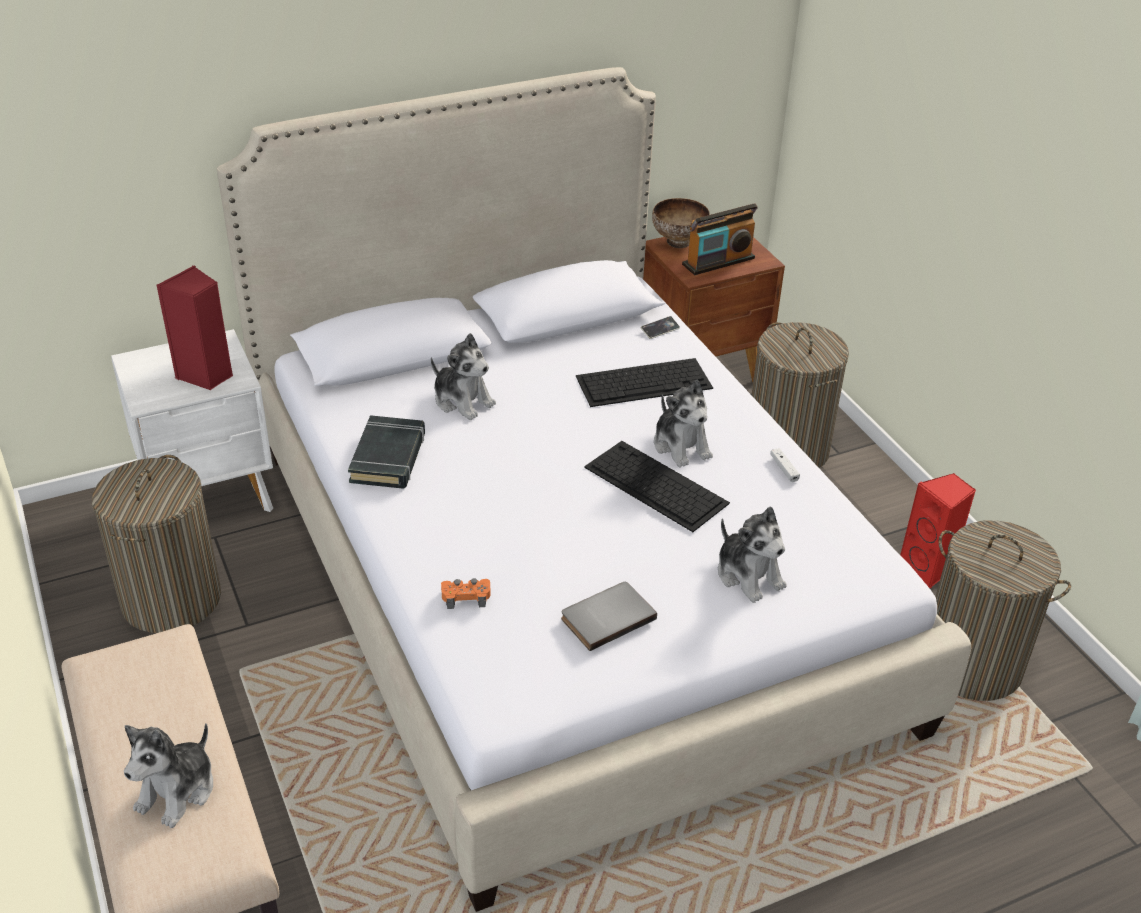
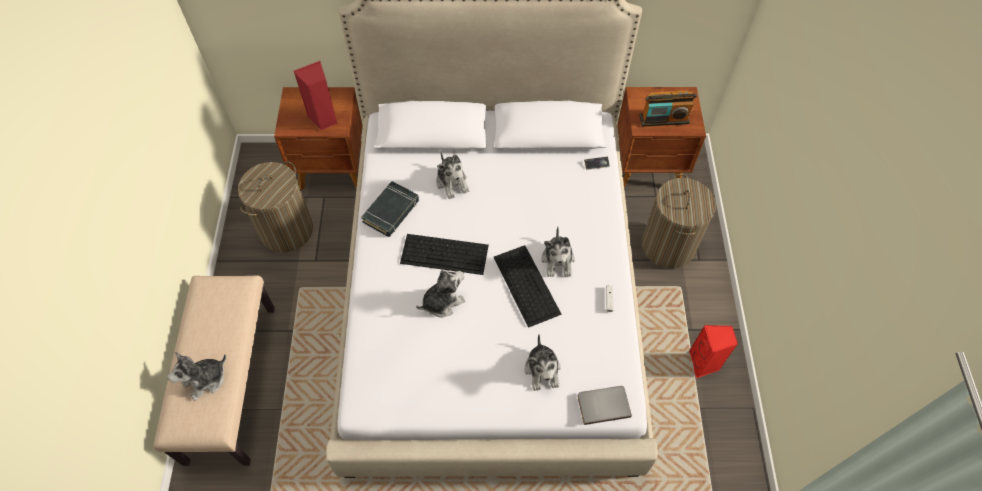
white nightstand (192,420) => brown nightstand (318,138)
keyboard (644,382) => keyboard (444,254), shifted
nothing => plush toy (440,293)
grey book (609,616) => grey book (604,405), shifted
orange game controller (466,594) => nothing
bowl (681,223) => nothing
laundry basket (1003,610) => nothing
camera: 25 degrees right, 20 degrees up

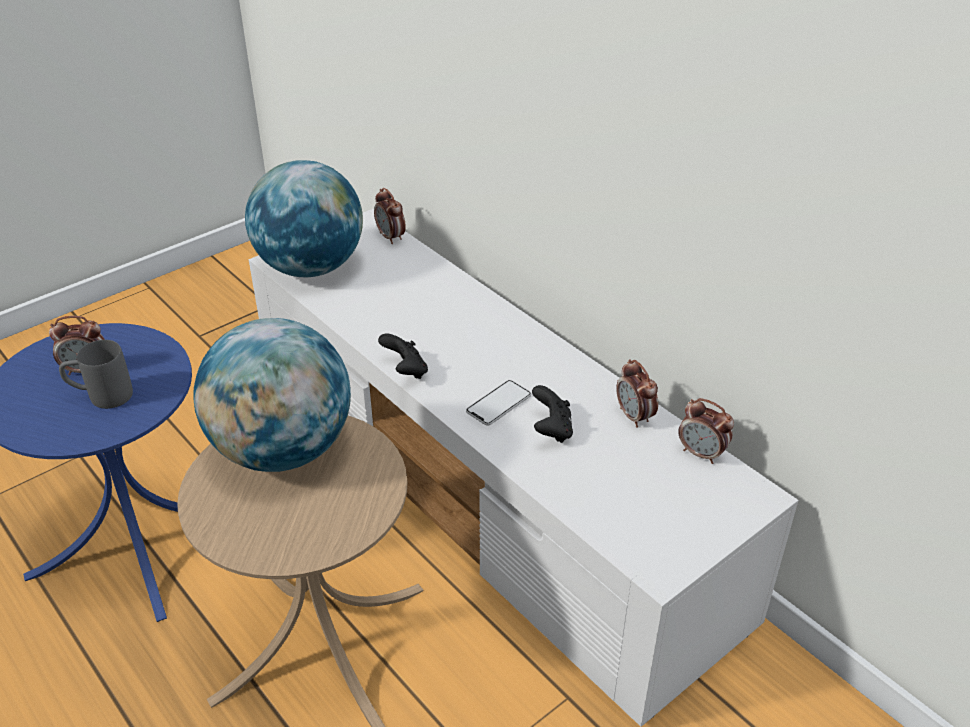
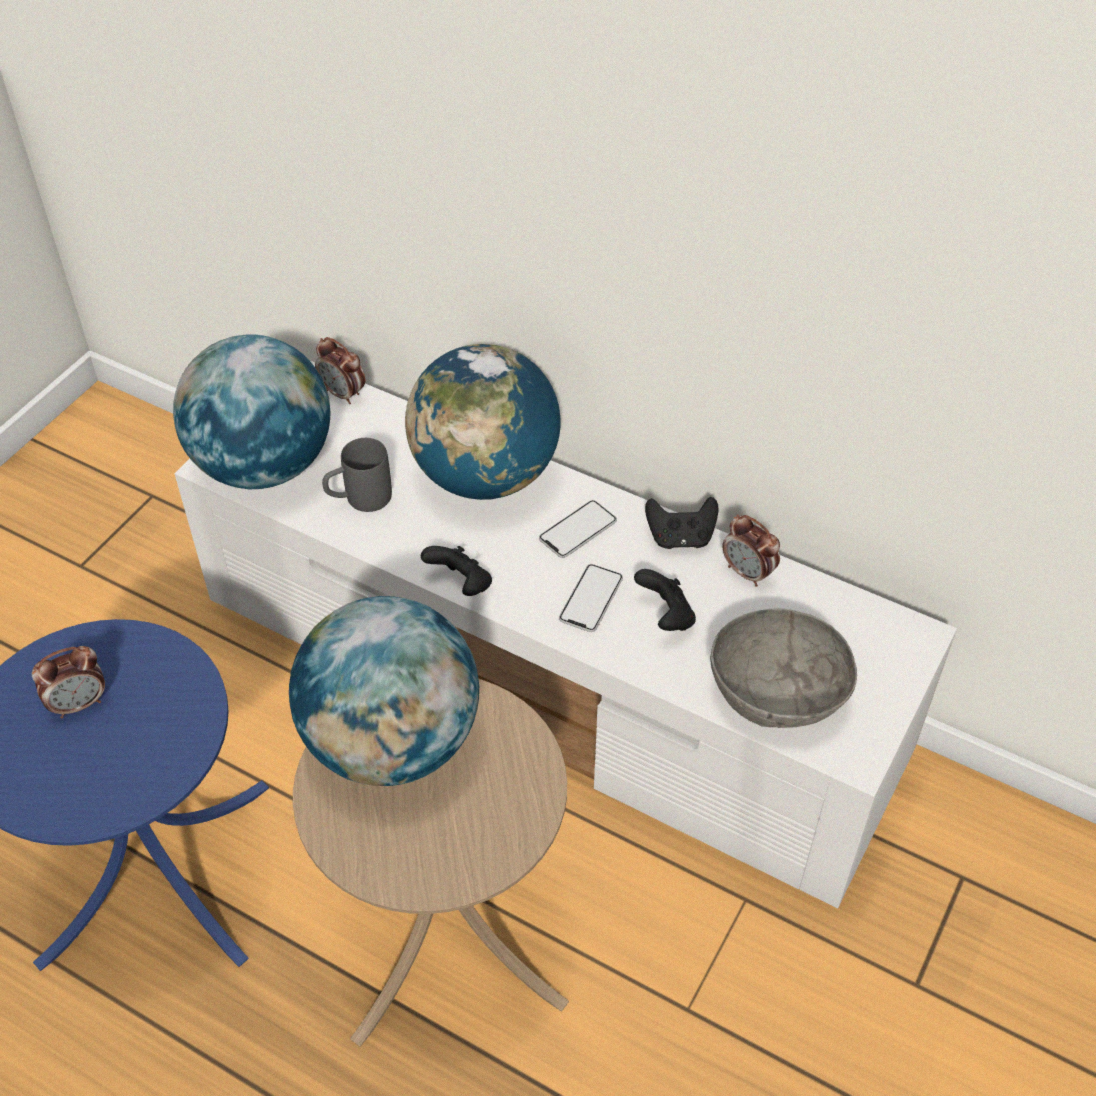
grey mug (96,374) => grey mug (357,475), shifted
nothing => globe (483,422)
nothing => phone (578,529)
nothing => black game controller (682,523)
nothing => grey bowl (783,668)
alarm clock (706,431) => nothing
camera: 20 degrees left, 10 degrees up

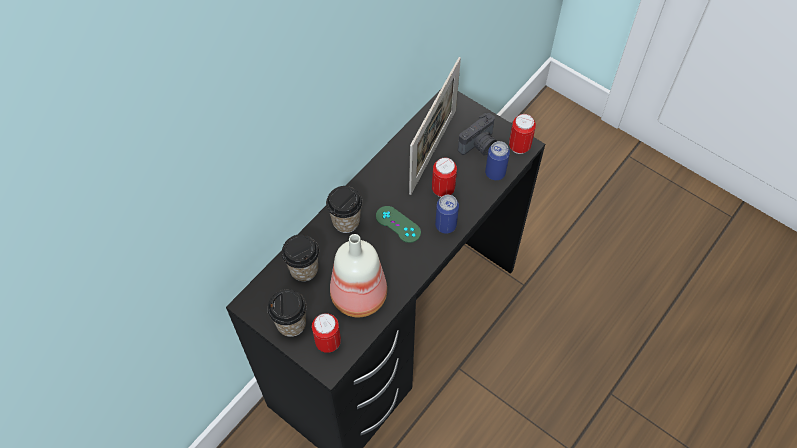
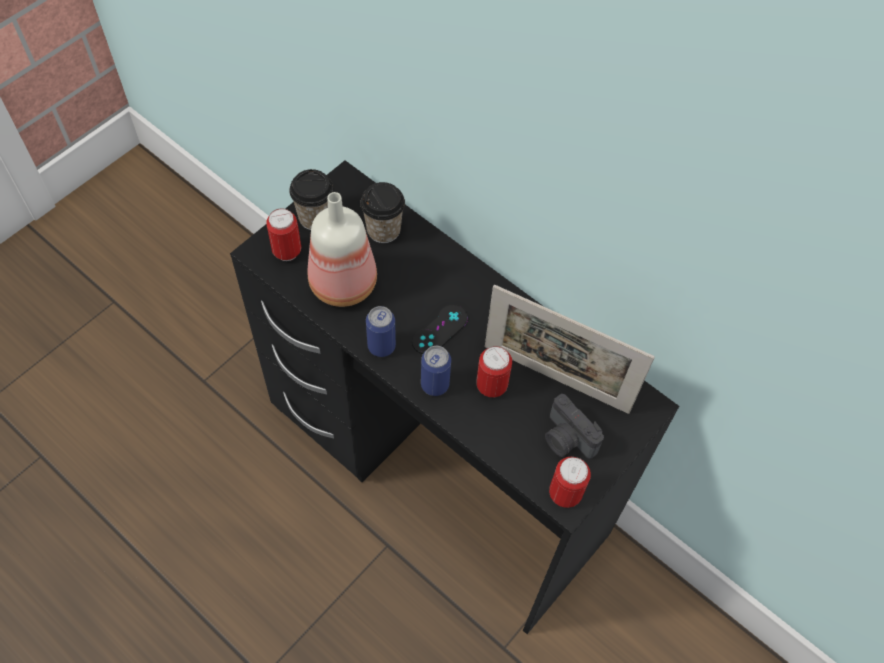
can (497,160) => can (381,331), shifted
green game controller (398,224) => black game controller (440,329)
cup (344,209) => nothing
camera: 90 degrees right, 0 degrees up

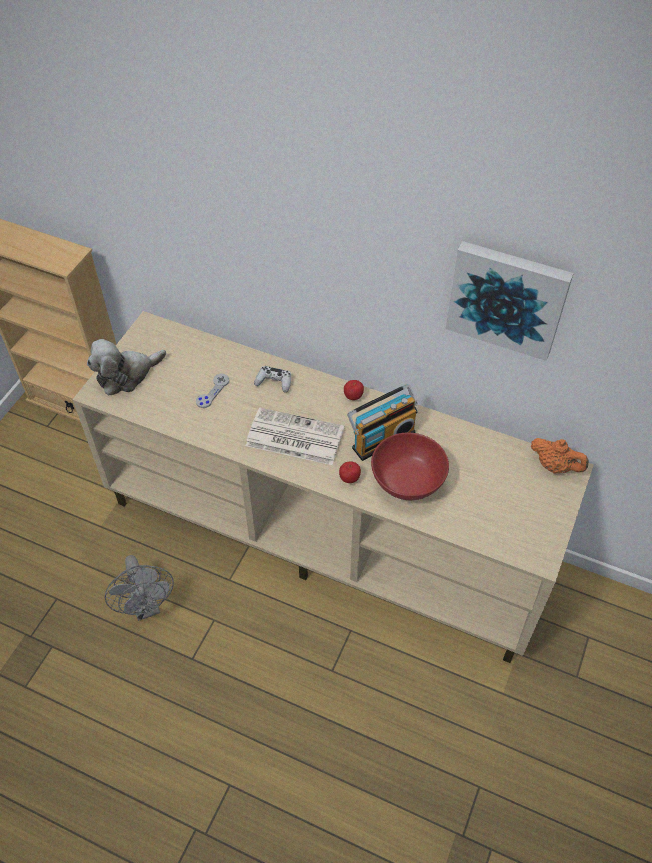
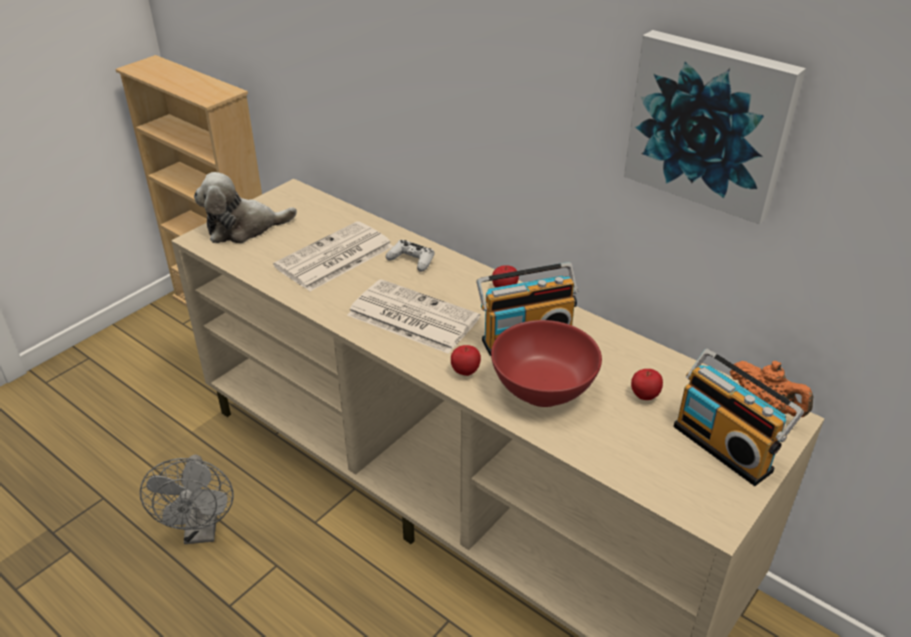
grey game controller (212,391) => newspaper (333,256)
nothing => apple (647,384)
nothing => radio (739,417)
camera: 15 degrees right, 15 degrees down

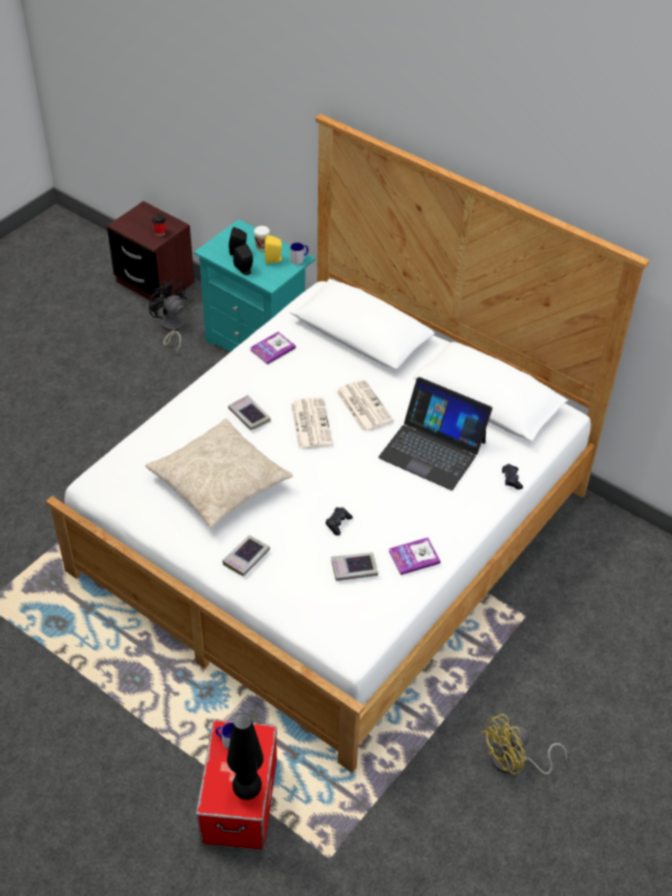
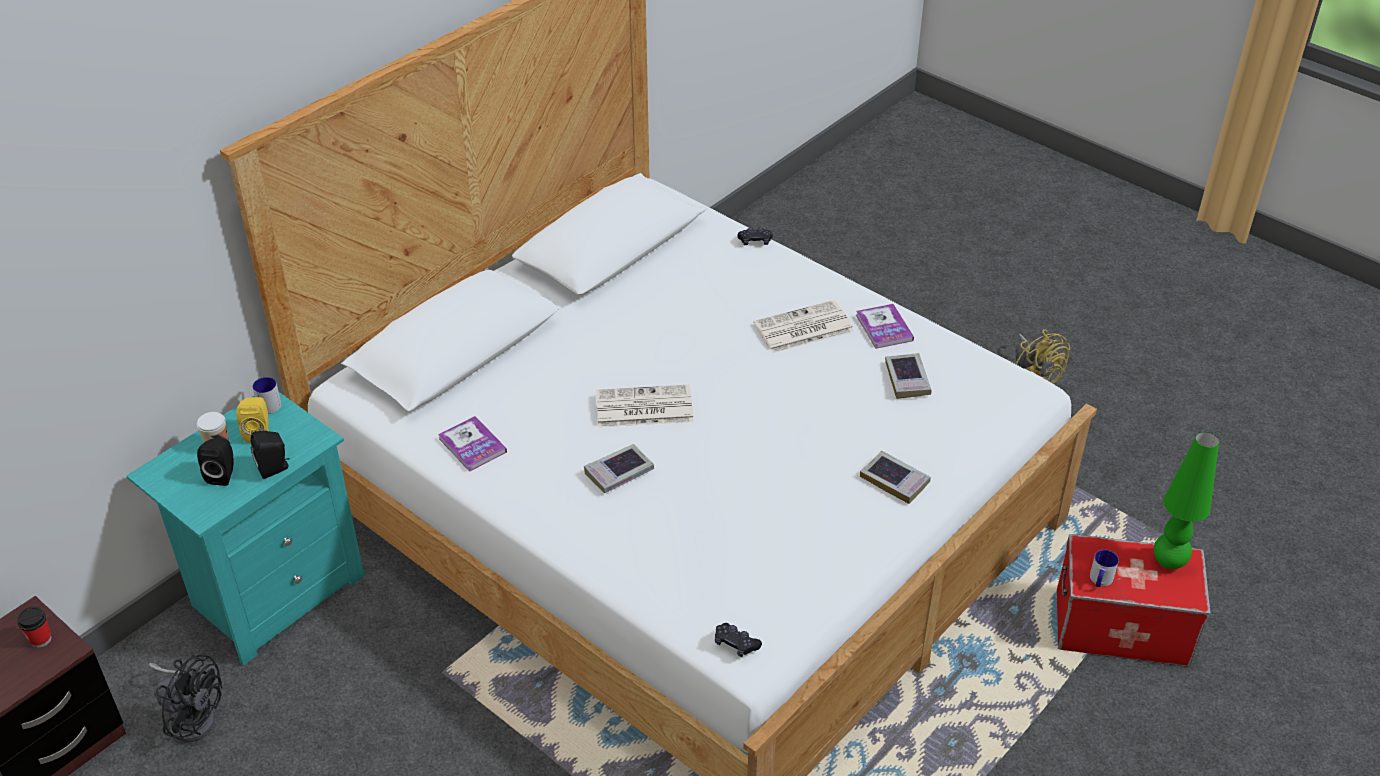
black fan (168,316) => black fan (185,698), 120 degrees counterclockwise
black game controller (339,521) => black game controller (738,640), shifted
newspaper (365,406) => newspaper (803,326), shifted
black table lamp (245,756) => green table lamp (1186,500)
beige pillow (219,473) => nothing
laptop (435,433) => nothing
camera: 85 degrees left, 5 degrees down

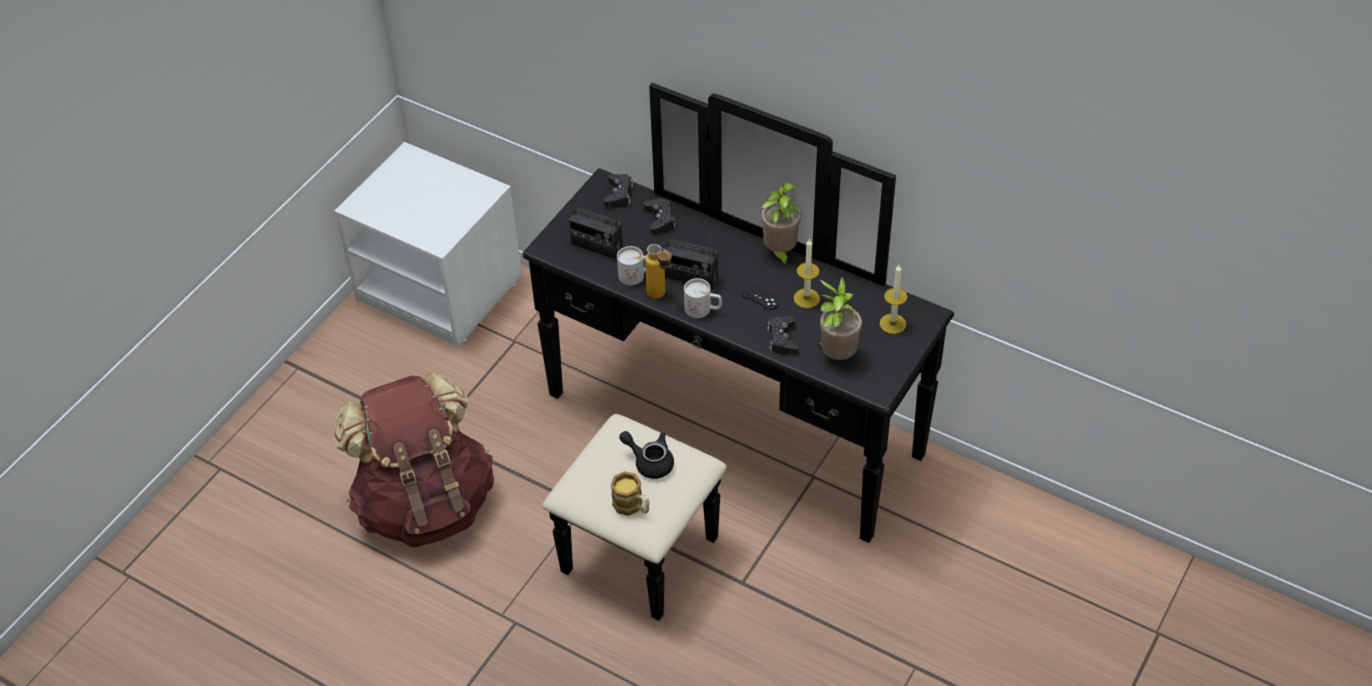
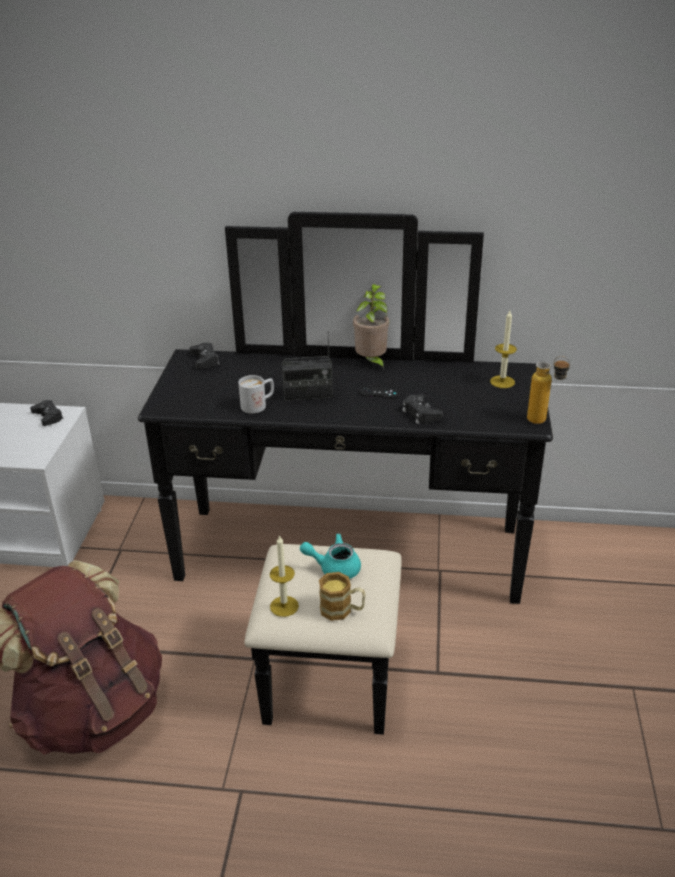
black game controller (659,216) => black game controller (47,413), shifted
candle (807,273) => candle (284,576), shifted
black teapot (646,455) => turquoise teapot (330,556)
bottle (658,271) => bottle (549,390), shifted
radio (595,231) => nothing
white mug (703,298) => nothing
potted plant (840,318) => nothing
camera: 25 degrees left, 15 degrees down

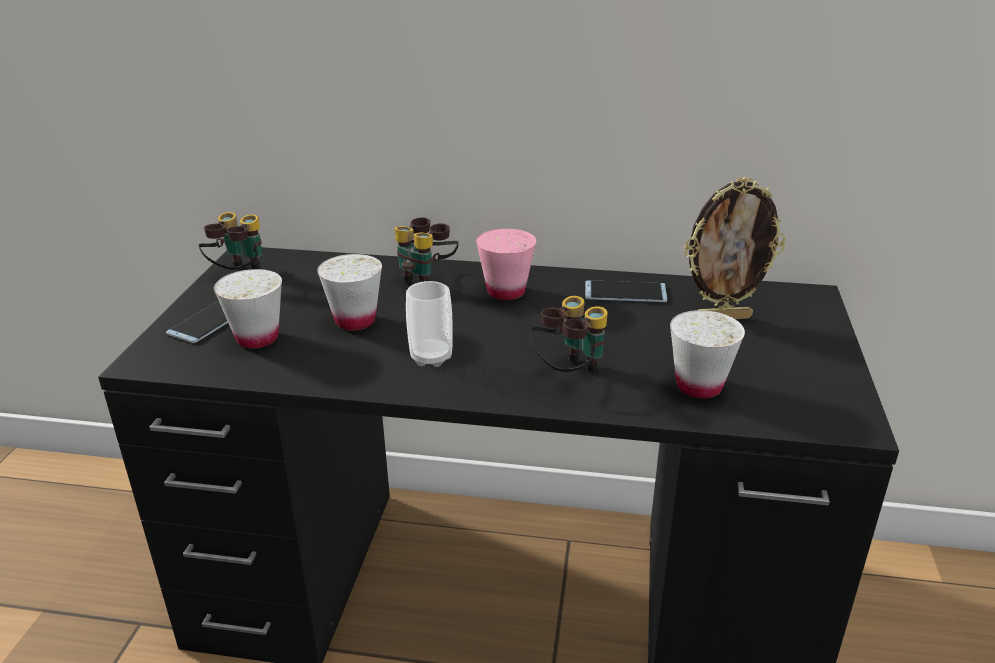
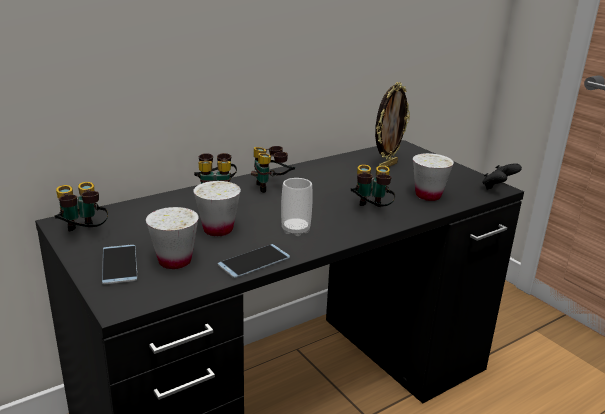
phone (626,291) => phone (254,261), shifted
pink cup (506,264) => binoculars (273,169)
nothing => black game controller (502,176)
camera: 45 degrees left, 5 degrees down

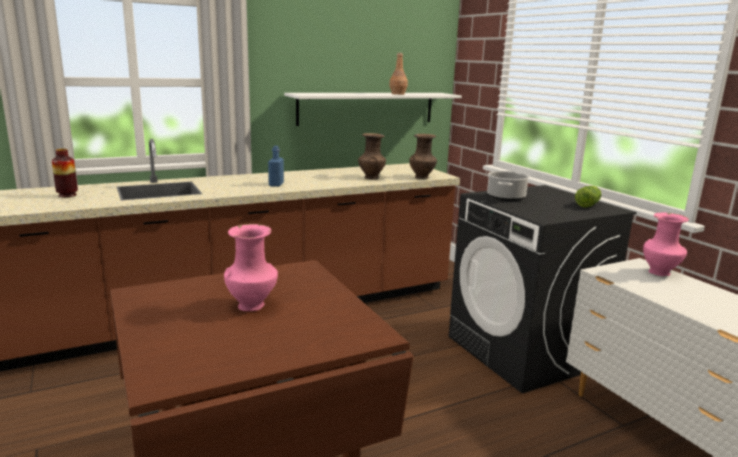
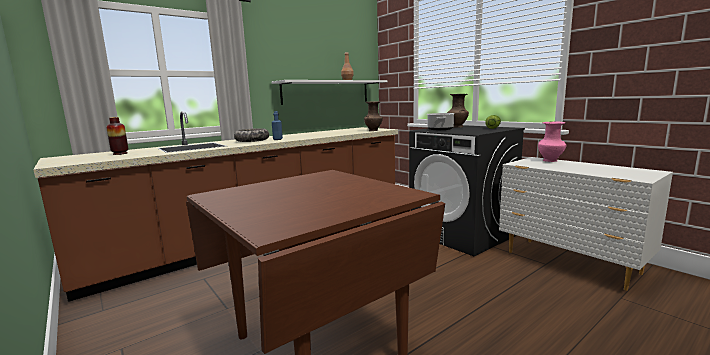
nothing => bowl (251,135)
brown vase (372,156) => brown vase (458,111), shifted
pink vase (251,267) => nothing
camera: 10 degrees left, 5 degrees down

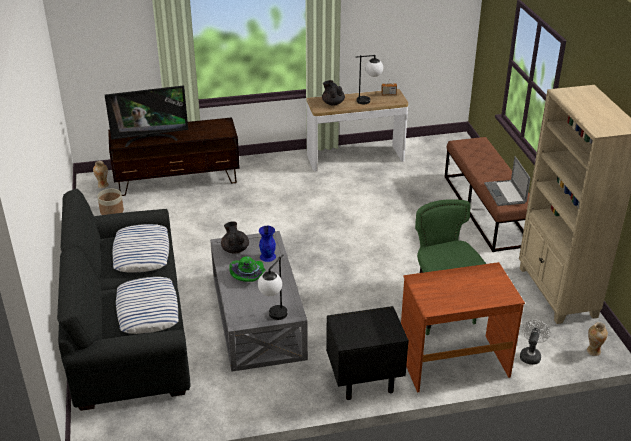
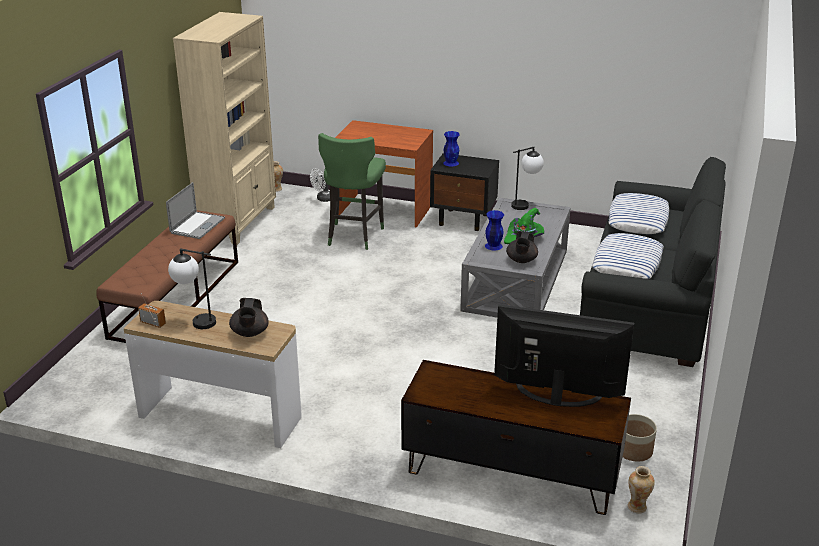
nothing => blue vase (451,149)
camera: 150 degrees left, 5 degrees down

